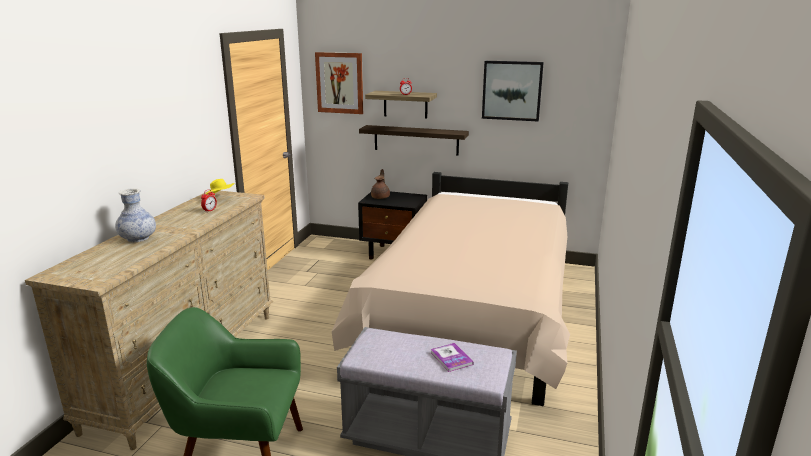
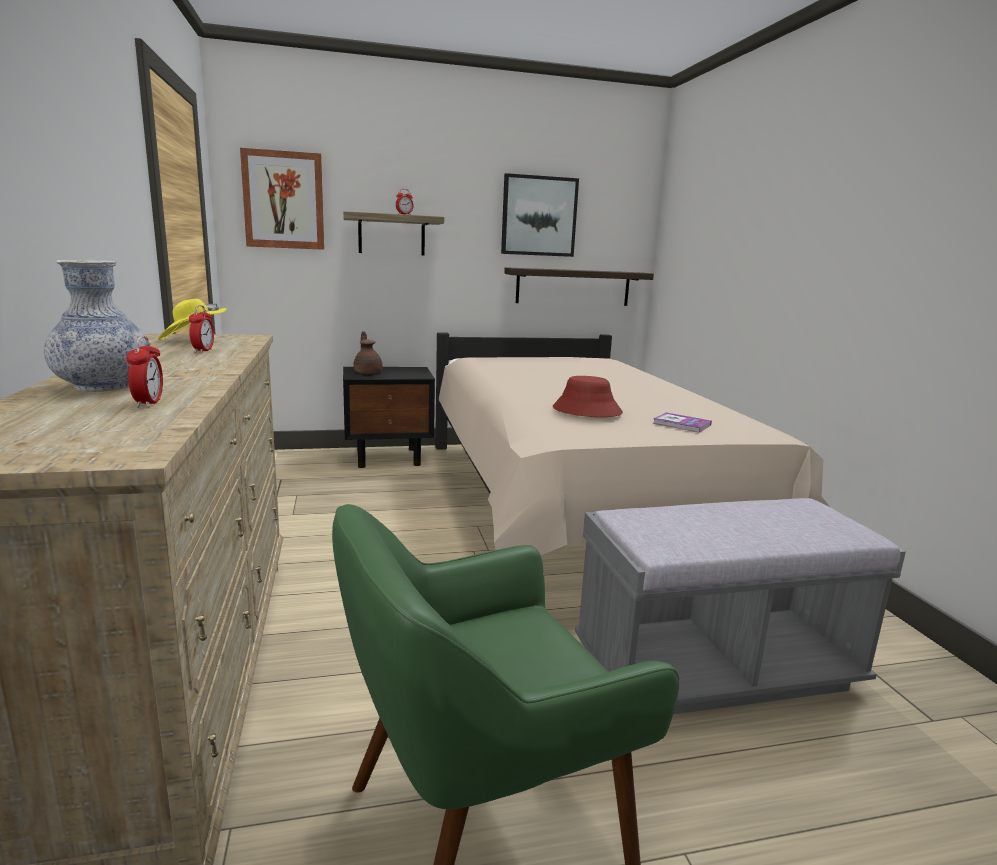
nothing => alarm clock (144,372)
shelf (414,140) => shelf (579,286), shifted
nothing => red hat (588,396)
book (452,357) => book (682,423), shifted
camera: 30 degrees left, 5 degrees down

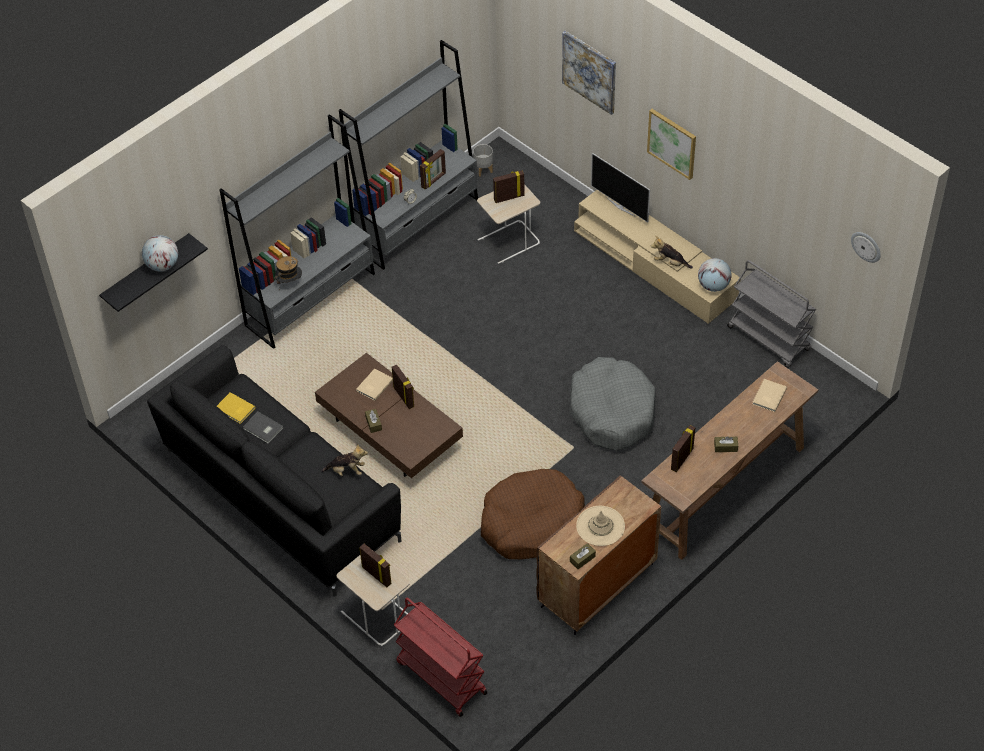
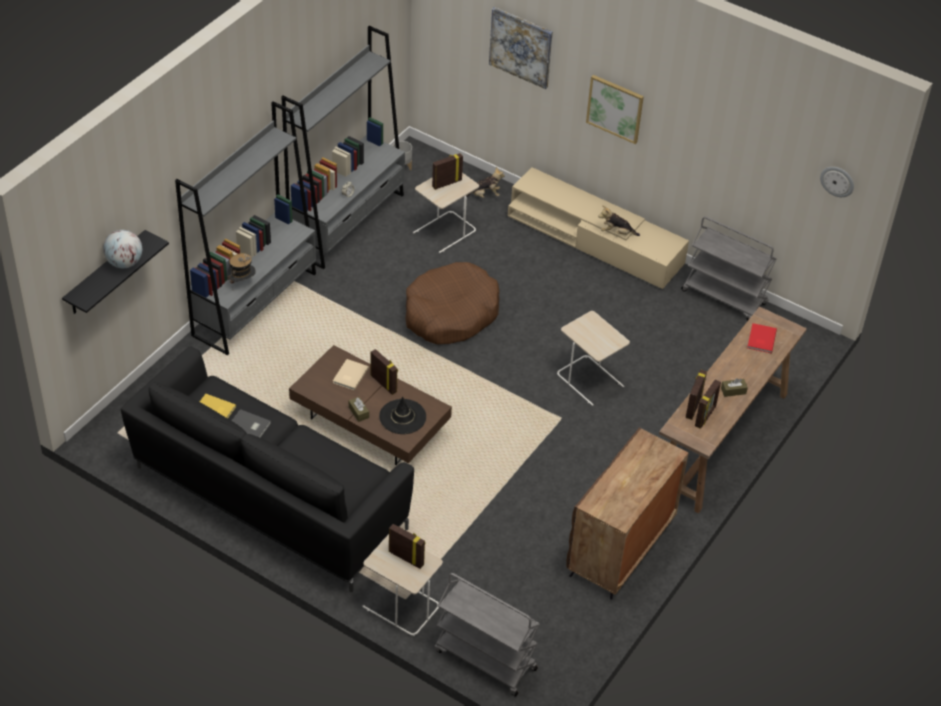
nothing => black hat (402,415)
brown dog bed (533,514) => brown dog bed (452,303), shifted
red cart (440,657) => grey cart (487,634)
plush toy (344,460) => plush toy (484,182), shifted
grey dog bed (612,404) => beige side table (593,358)
picture frame (433,169) => picture frame (708,404), shifted
beige book (770,395) => red book (762,338)
brown tissue box (583,556) => nothing
beige hat (600,526) => nothing
television (620,188) => nothing
globe (715,275) => nothing
camera: 15 degrees left, 5 degrees down

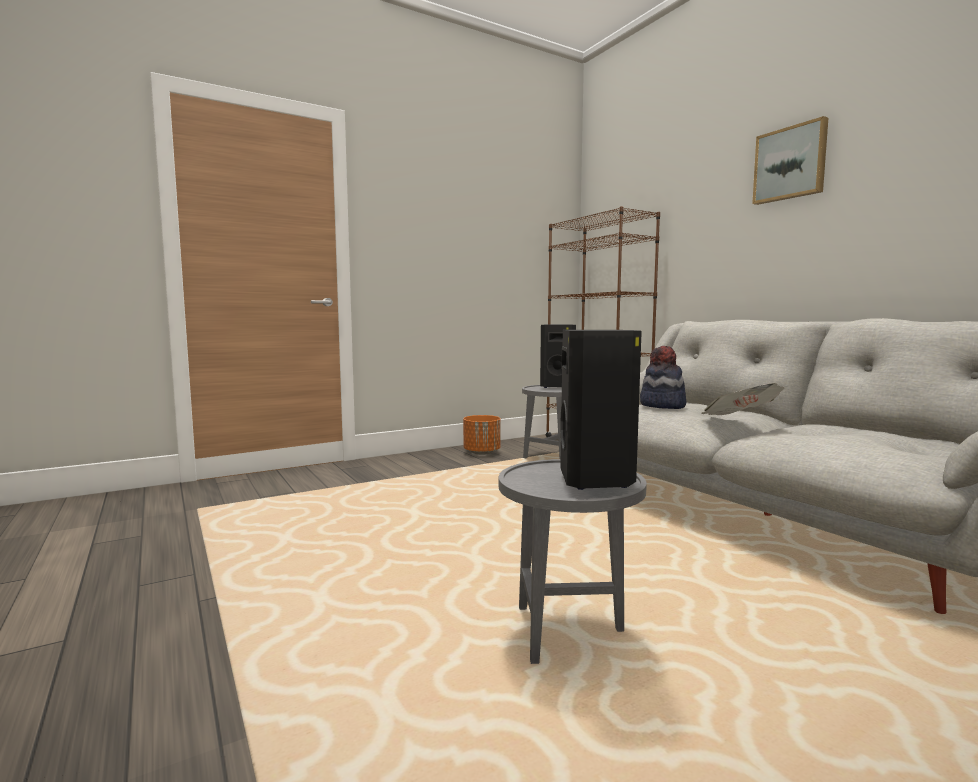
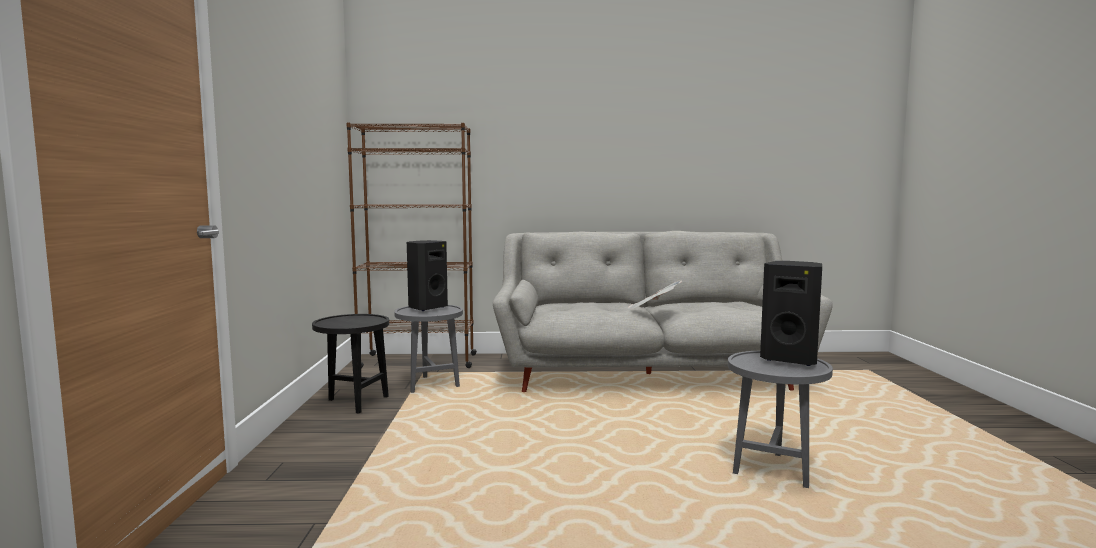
orange planter (482,435) => black side table (350,364)
hat (663,377) => nothing
picture (790,160) => nothing
camera: 60 degrees left, 0 degrees up

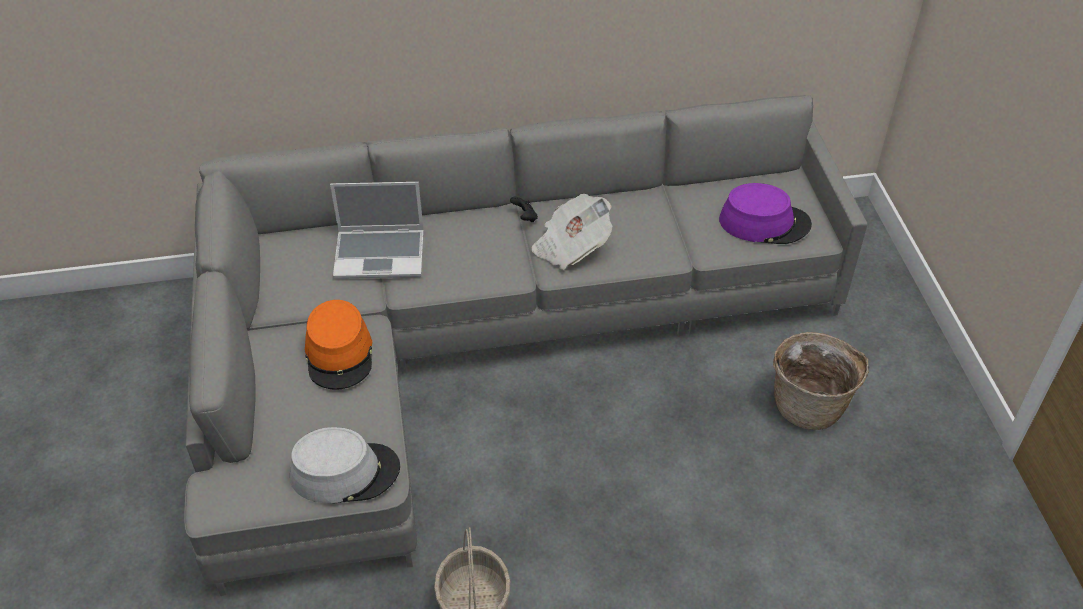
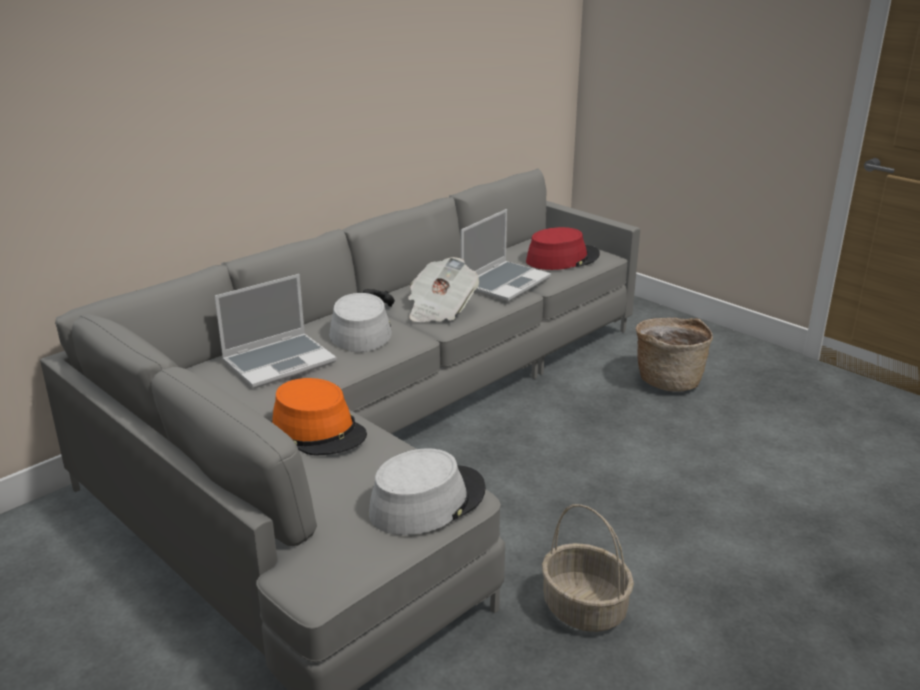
nothing => grey hat (360,322)
nothing => laptop (506,255)
purple hat (765,213) => red hat (563,248)
camera: 35 degrees left, 20 degrees down

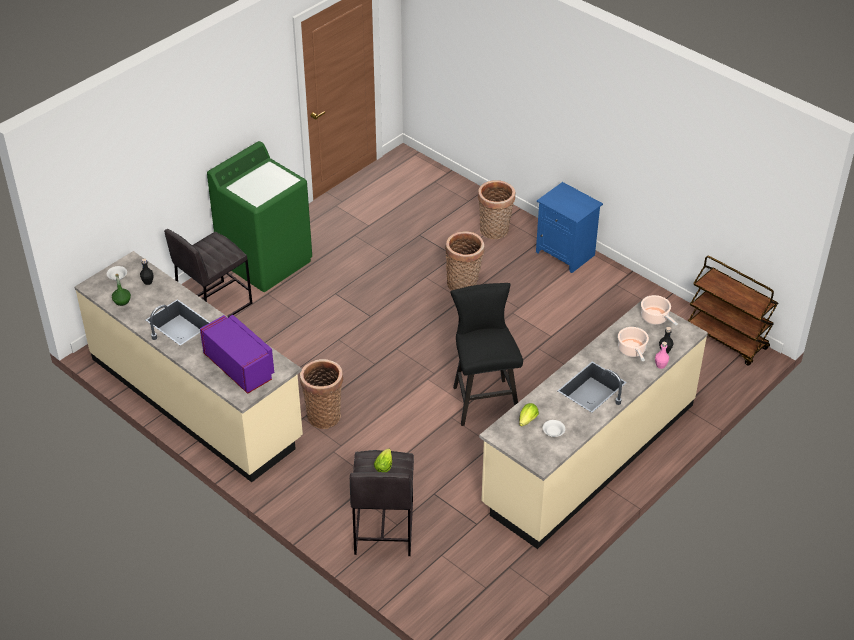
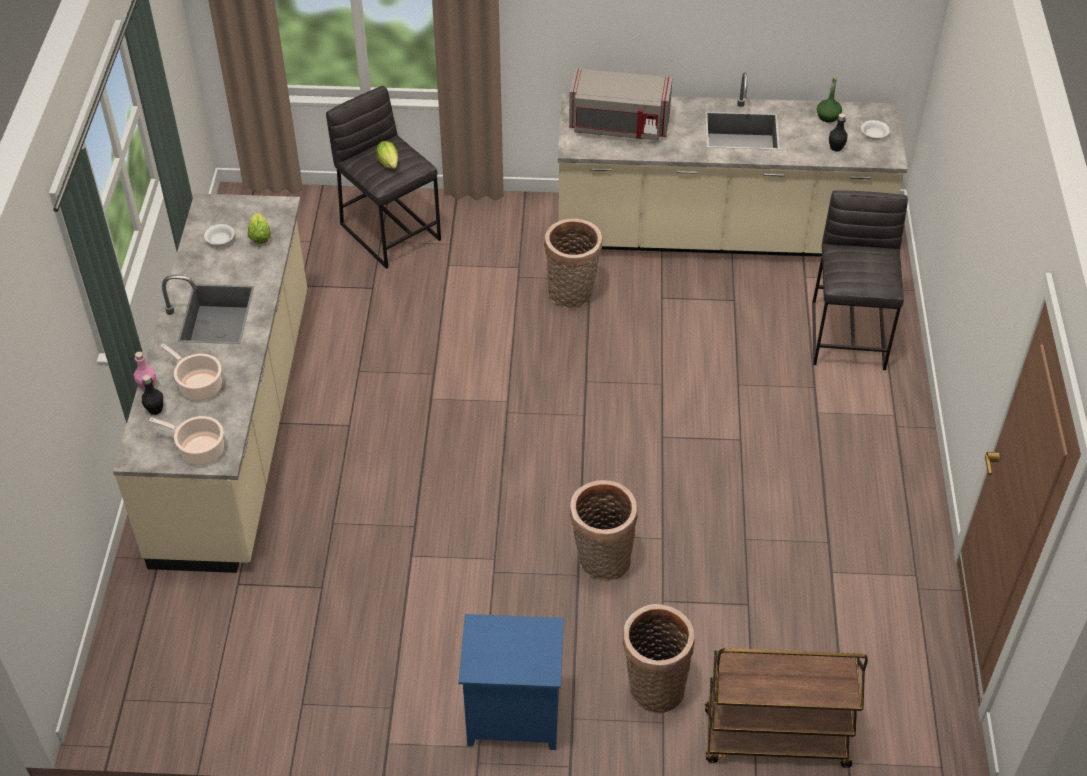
purple microwave (237,354) => grey microwave (620,104)
brown cart (733,311) => brown cart (786,708), shifted
green washing machine (259,216) => nothing
black stool (486,354) => nothing
camera: 140 degrees right, 5 degrees up

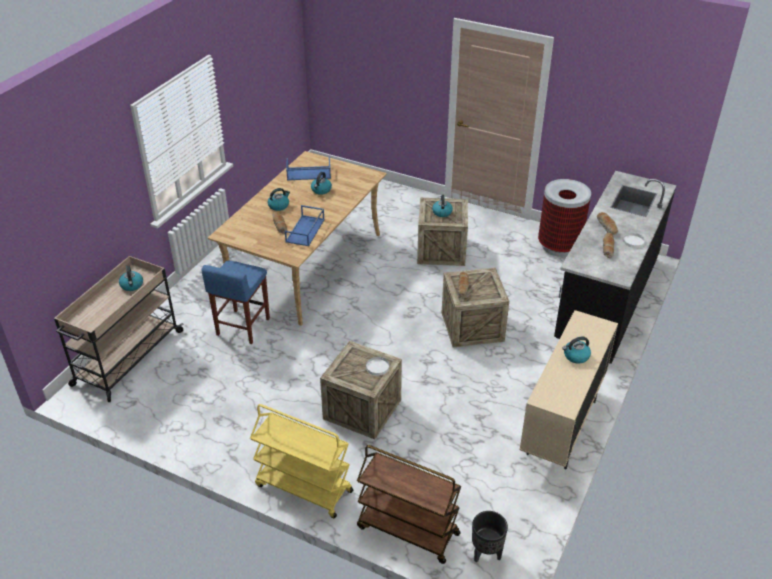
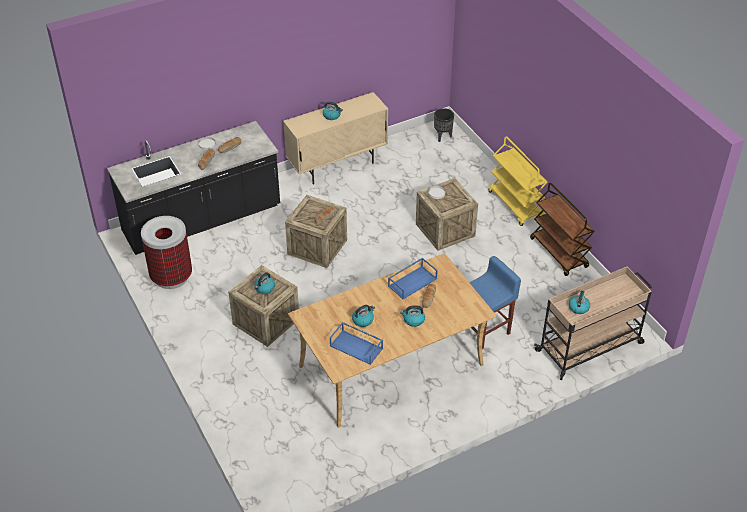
brown cart (409,504) => brown cart (562,229), shifted
camera: 145 degrees left, 5 degrees up

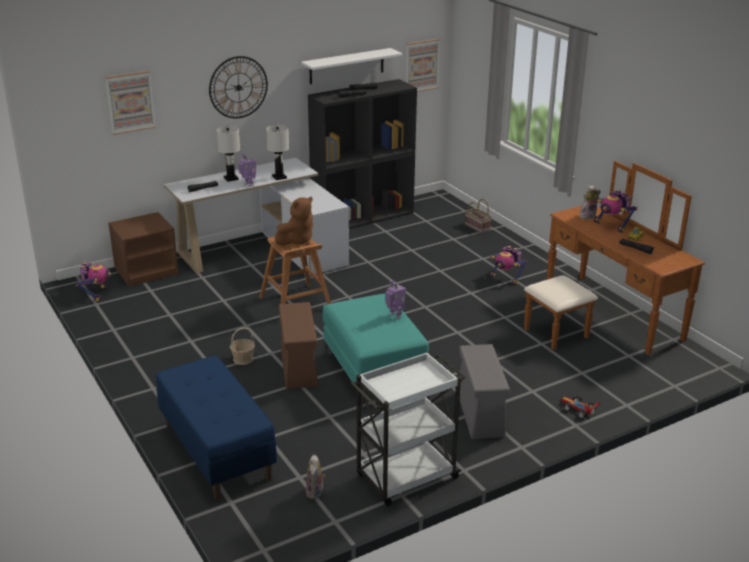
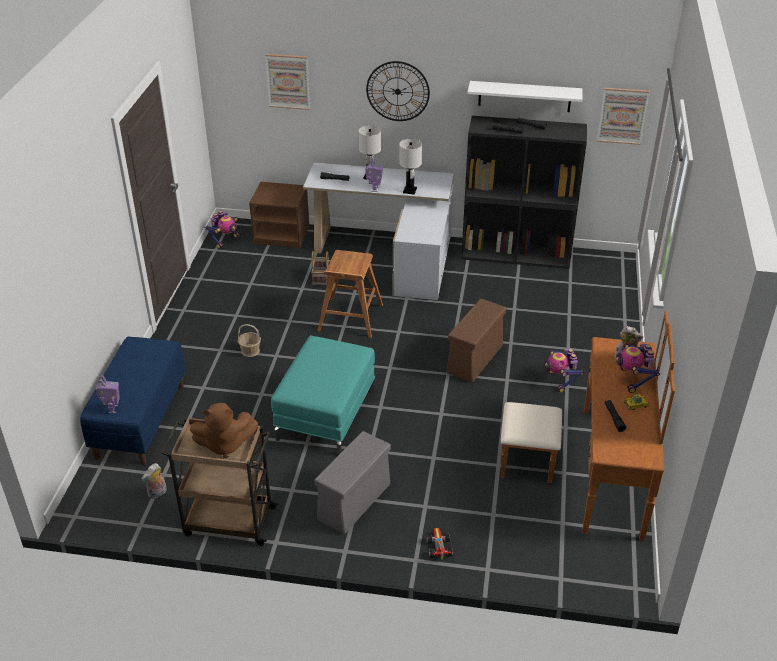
toy robot (395,299) => toy robot (107,394), shifted
white cart (408,429) => brown cart (220,481)
brown plush toy (294,221) => brown plush toy (224,430), shifted
basket (478,216) => basket (320,268), shifted
brown storage box (298,345) => brown storage box (476,341), shifted
camera: 40 degrees right, 10 degrees up

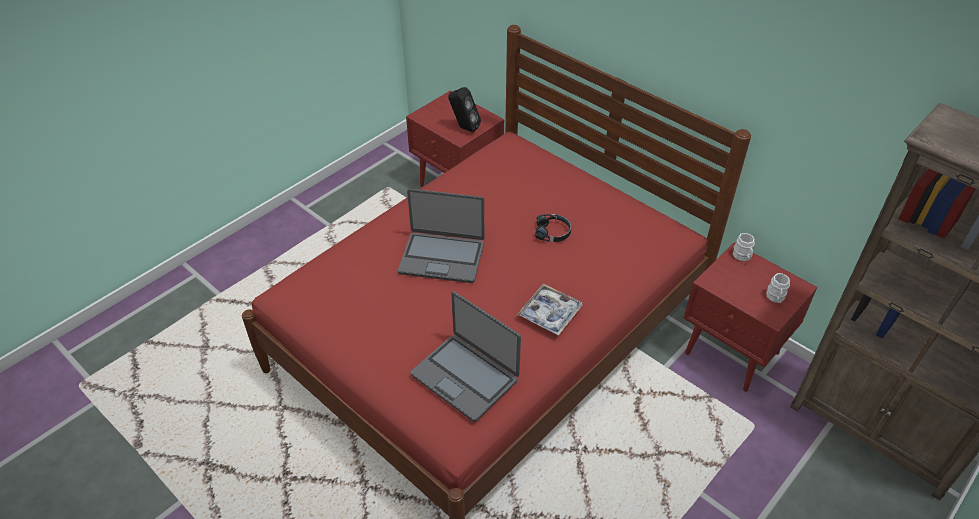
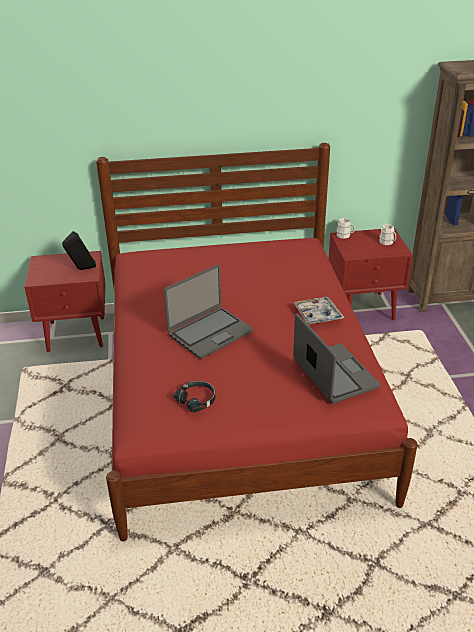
black headphones (553,228) => black headphones (194,396), shifted
laptop (466,356) => laptop (336,358), 105 degrees counterclockwise
camera: 50 degrees left, 10 degrees down

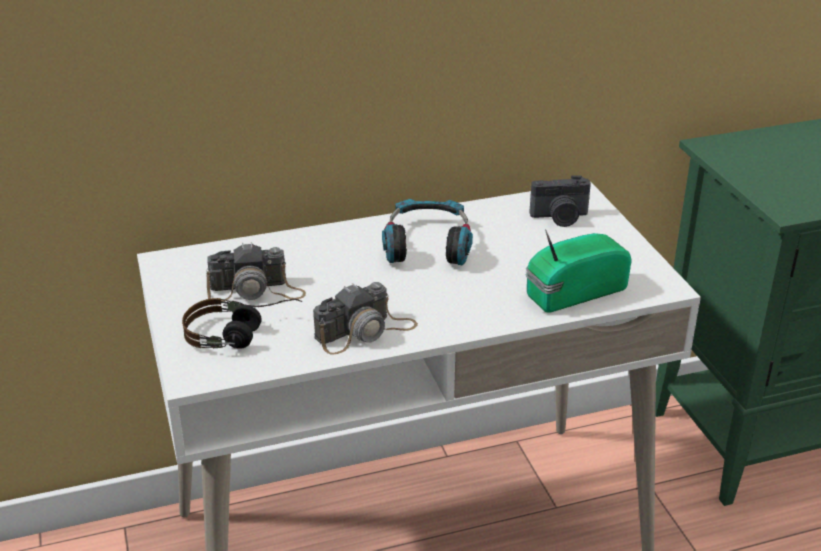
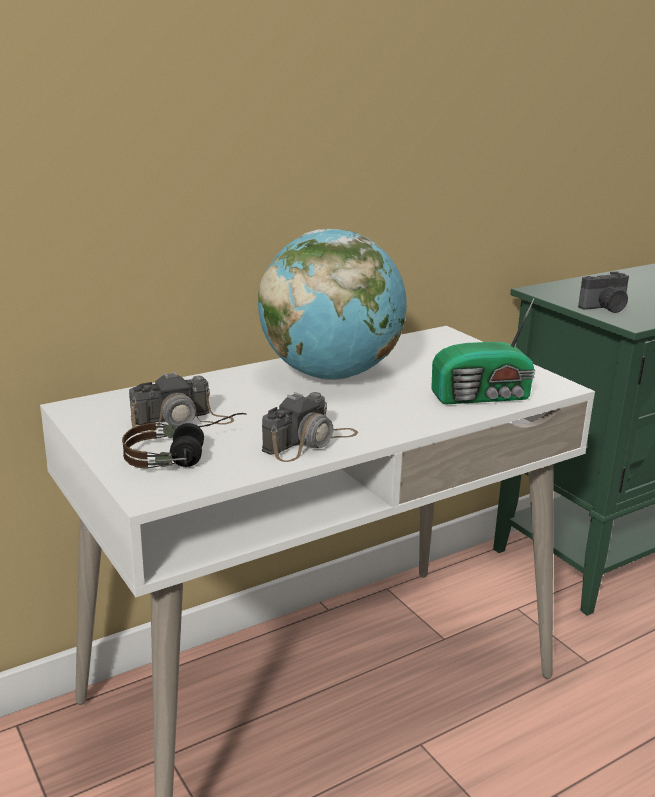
headphones (427,232) => globe (332,304)
radio (578,271) => radio (483,351), 150 degrees counterclockwise
photo camera (560,201) => photo camera (603,292), shifted
camera: 15 degrees left, 10 degrees down

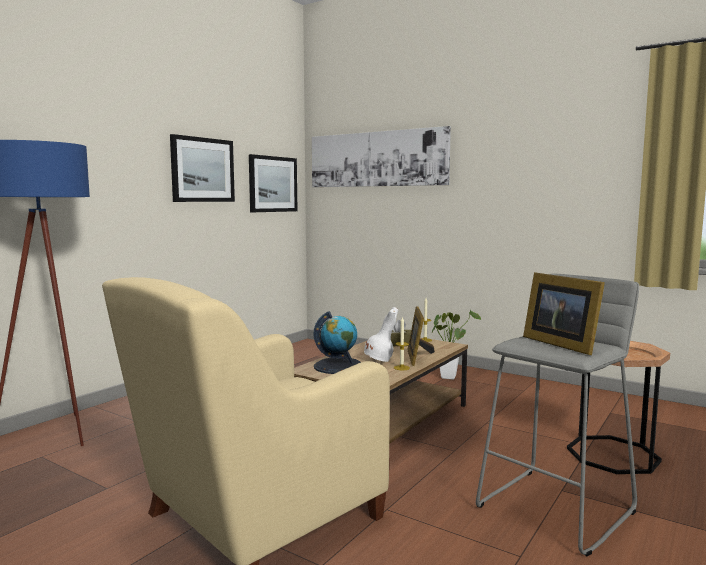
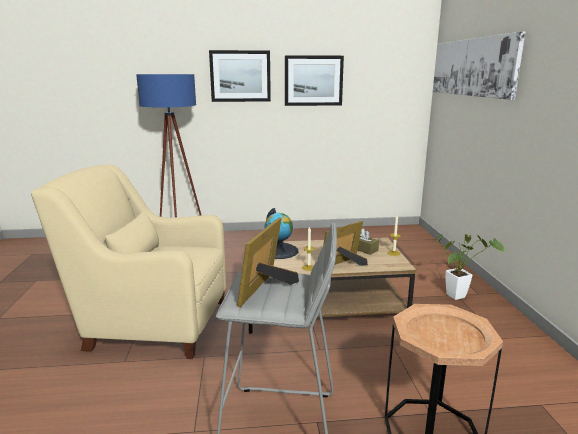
picture (273,183) => picture (240,76), shifted
white vase (381,334) => nothing
camera: 50 degrees right, 10 degrees up

